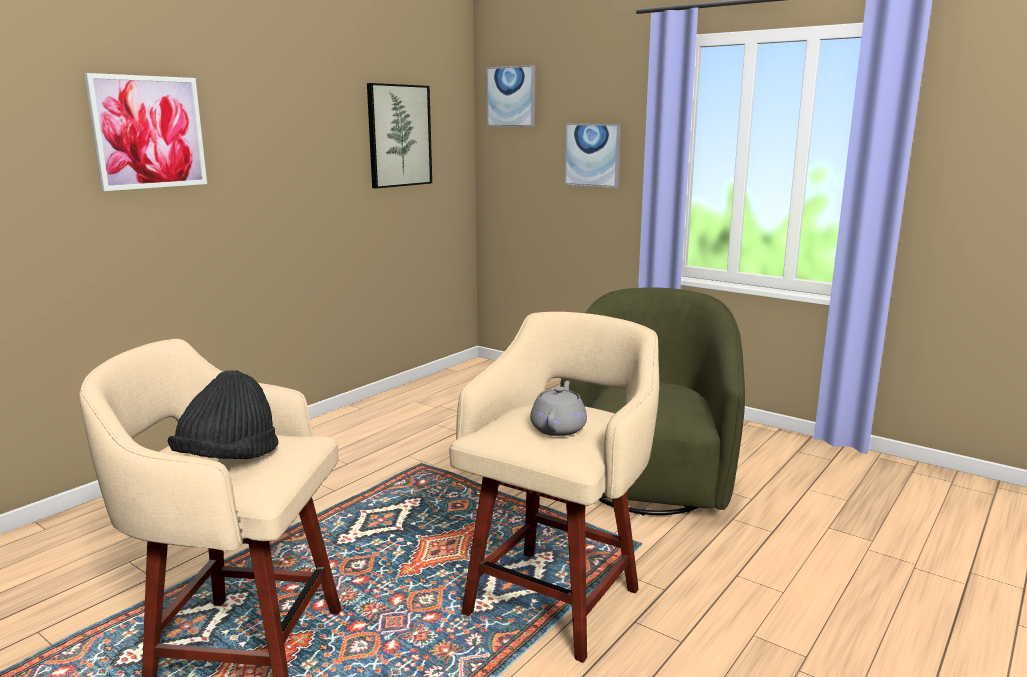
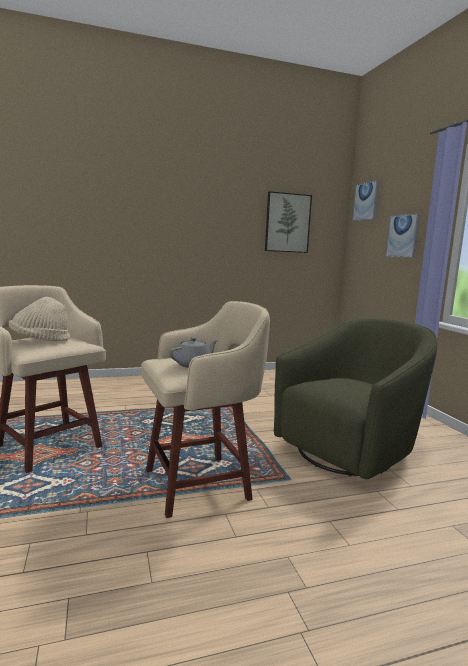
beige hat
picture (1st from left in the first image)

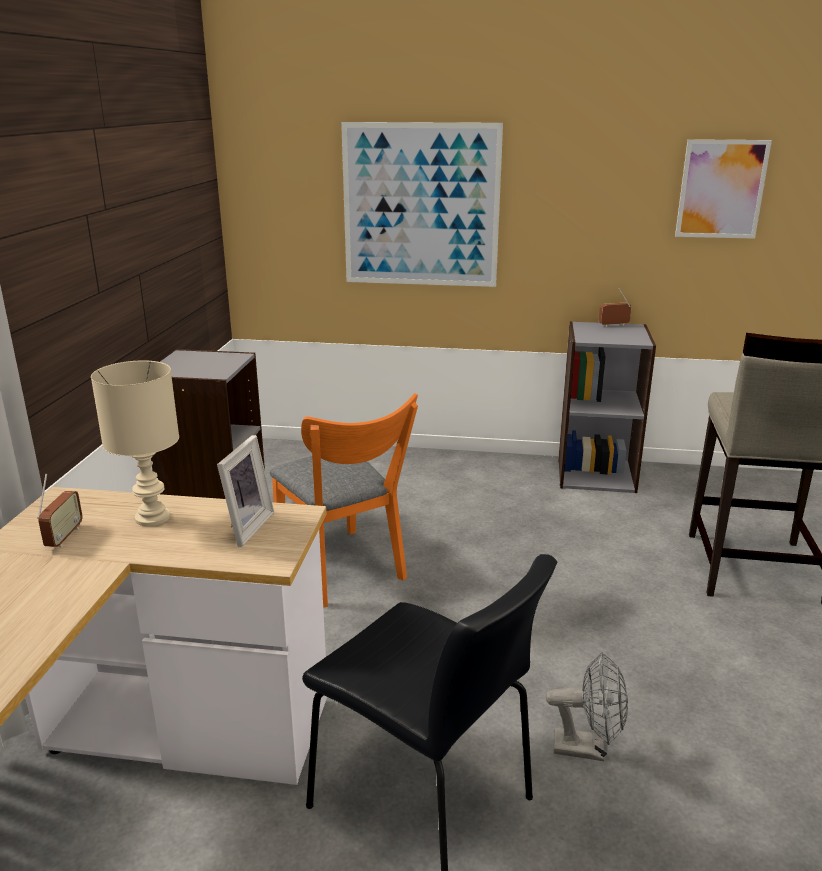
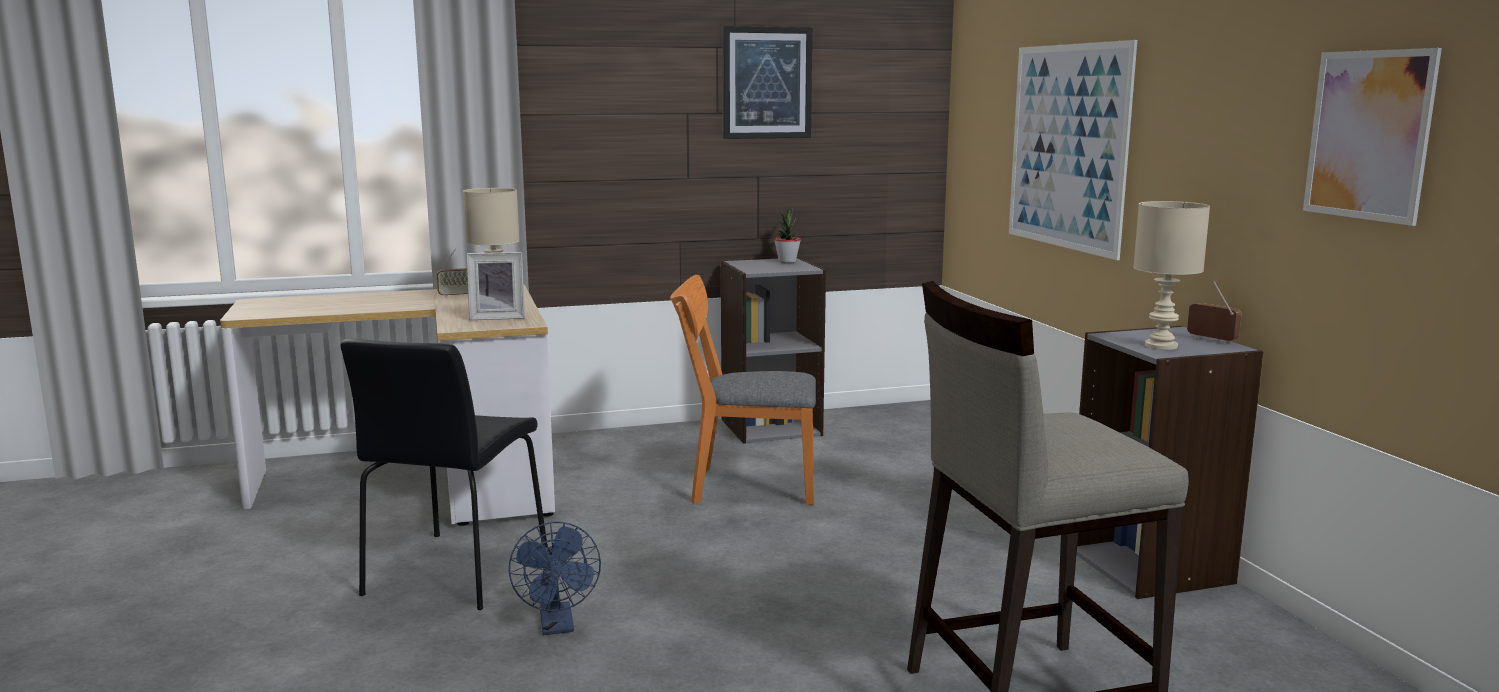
blue fan
orange chair
picture (1st from left)
potted plant
beige table lamp (2nd from left)

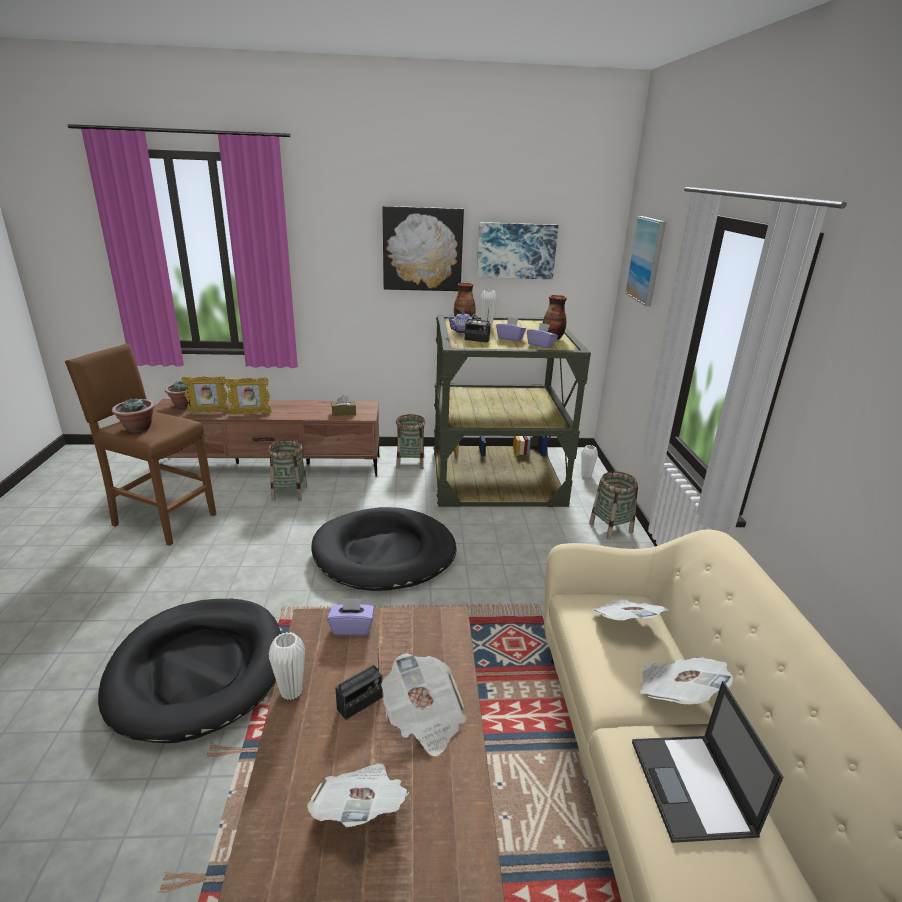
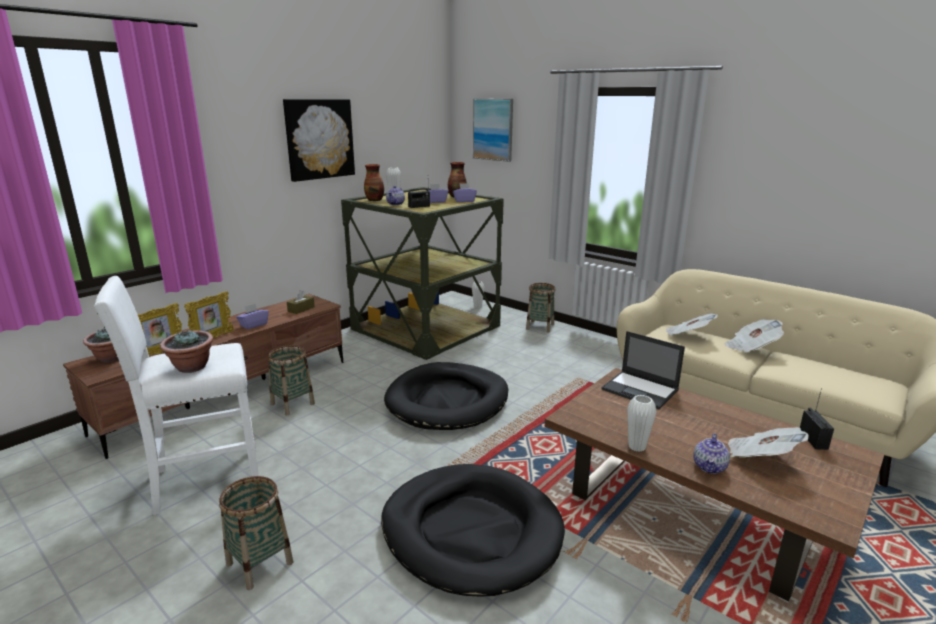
white stool
basket (1st from left)
purple tissue box (1st from left)
laptop
teapot (2nd from left)
radio (2nd from left)
newspaper (2nd from left in the first image)
picture (2nd from left in the first image)

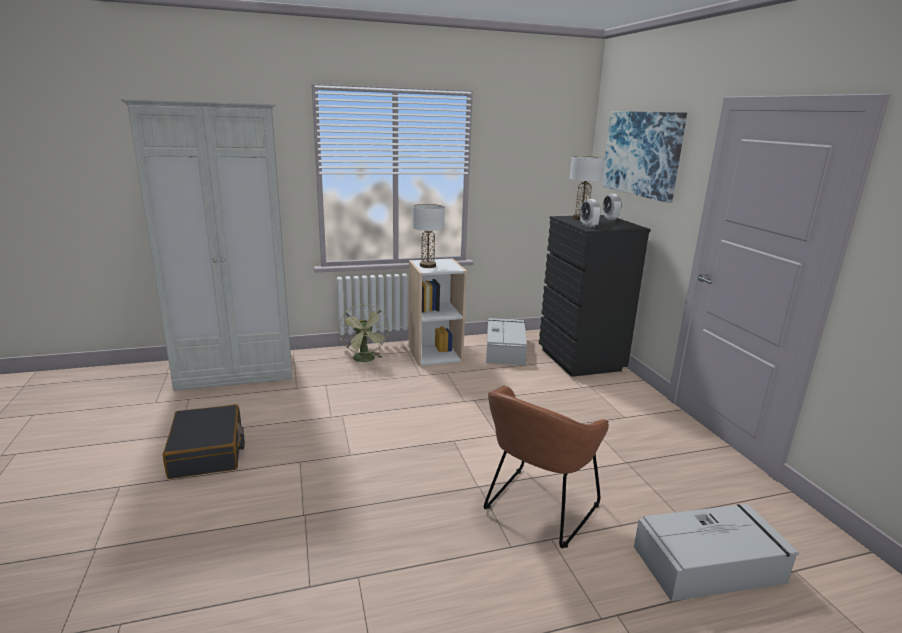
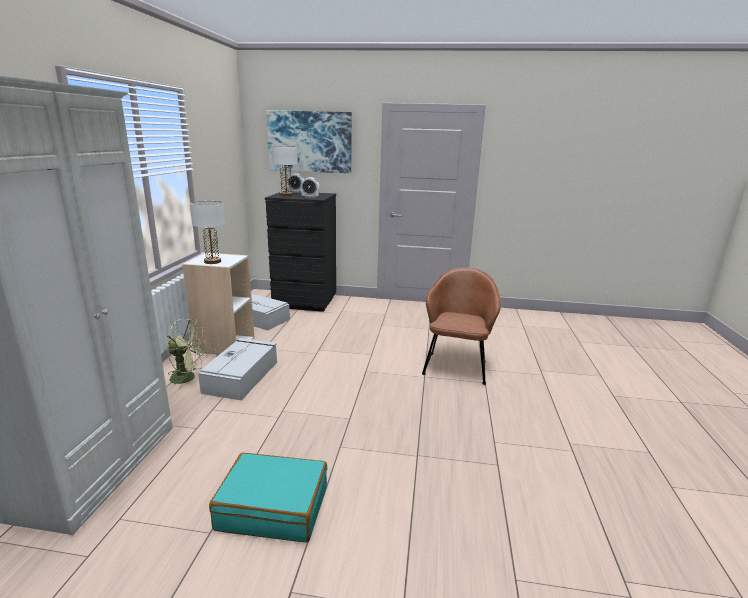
grey storage box (1st from left)
turquoise suitcase
brown armchair

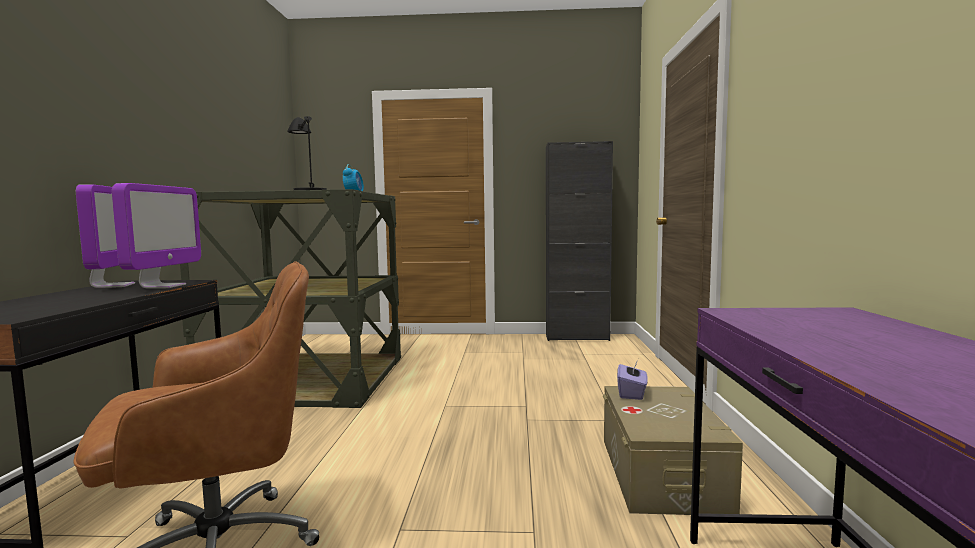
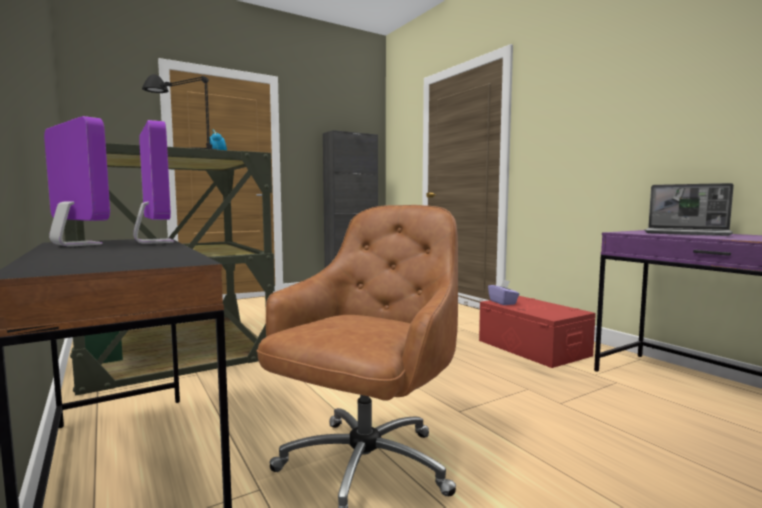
red storage box
laptop

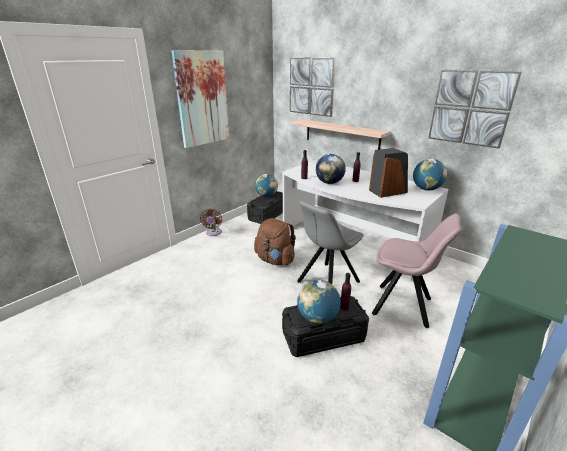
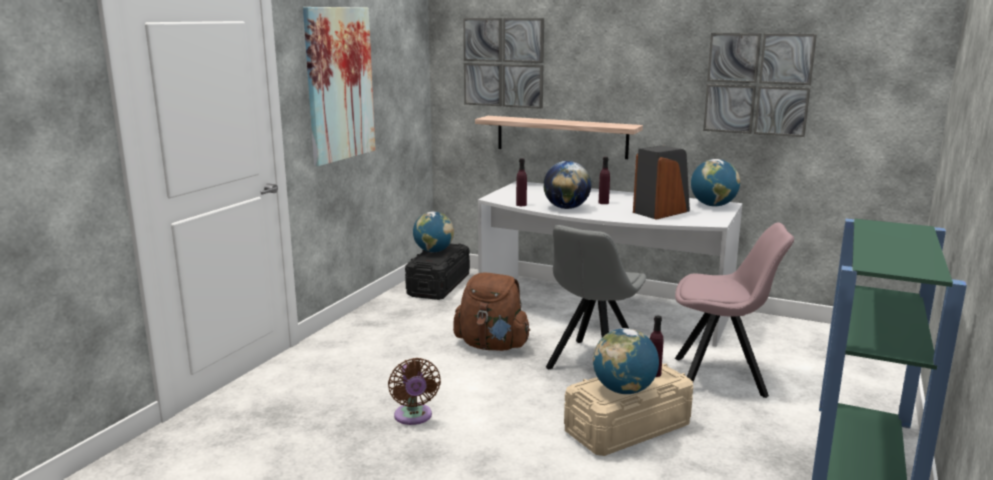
brown fan
beige storage box

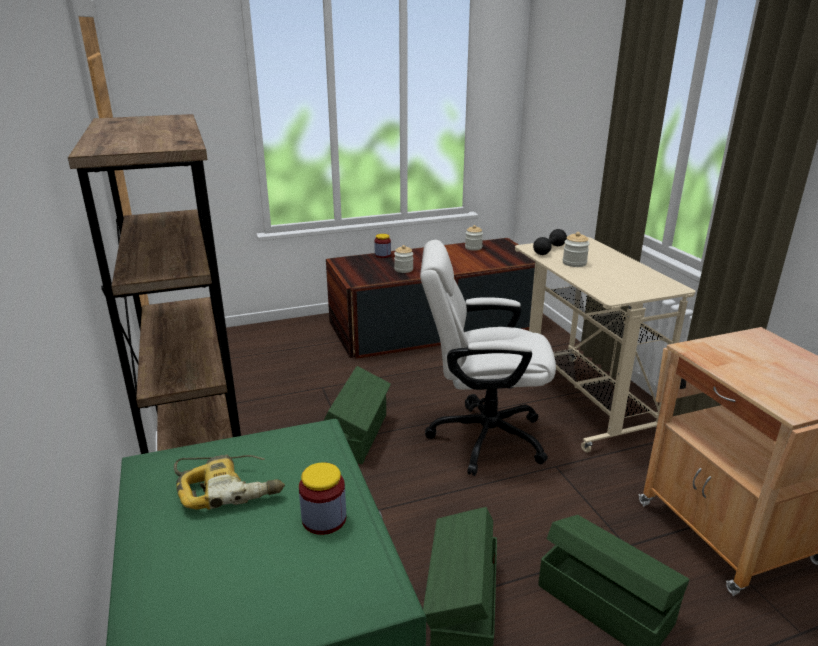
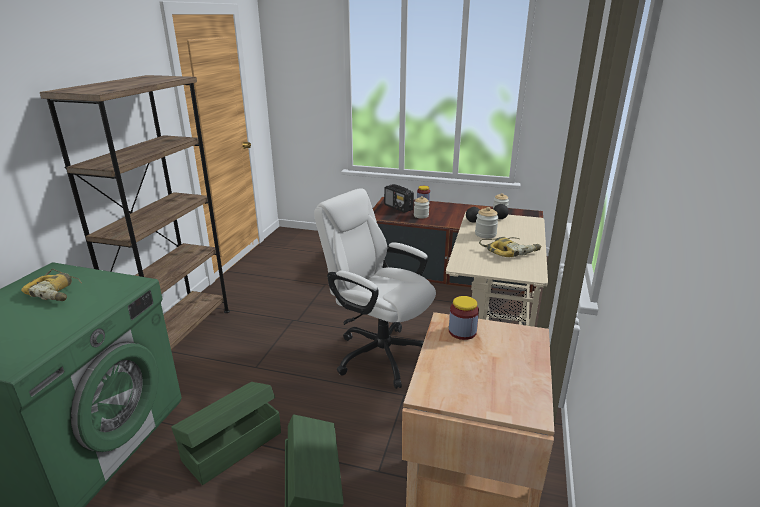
radio
jar (3rd from left)
power drill (2nd from left)
green storage box (1st from left in the first image)

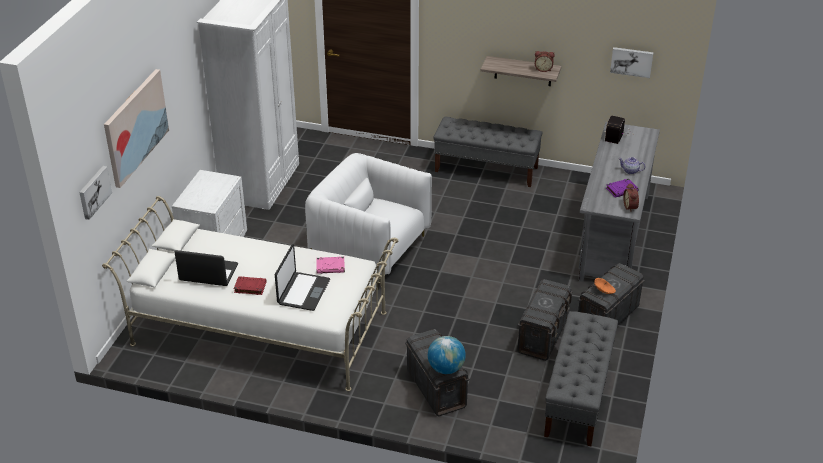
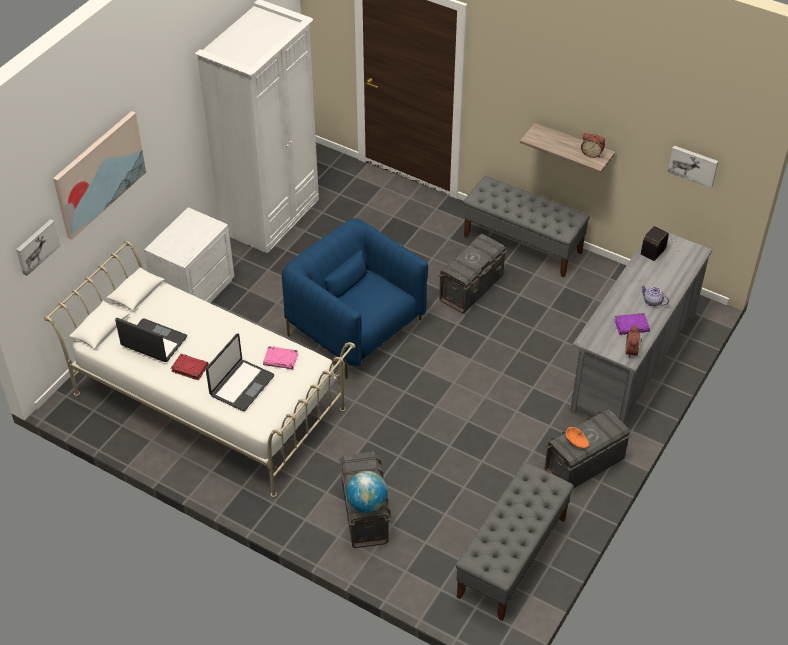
blue armchair
grey storage box (2nd from left)

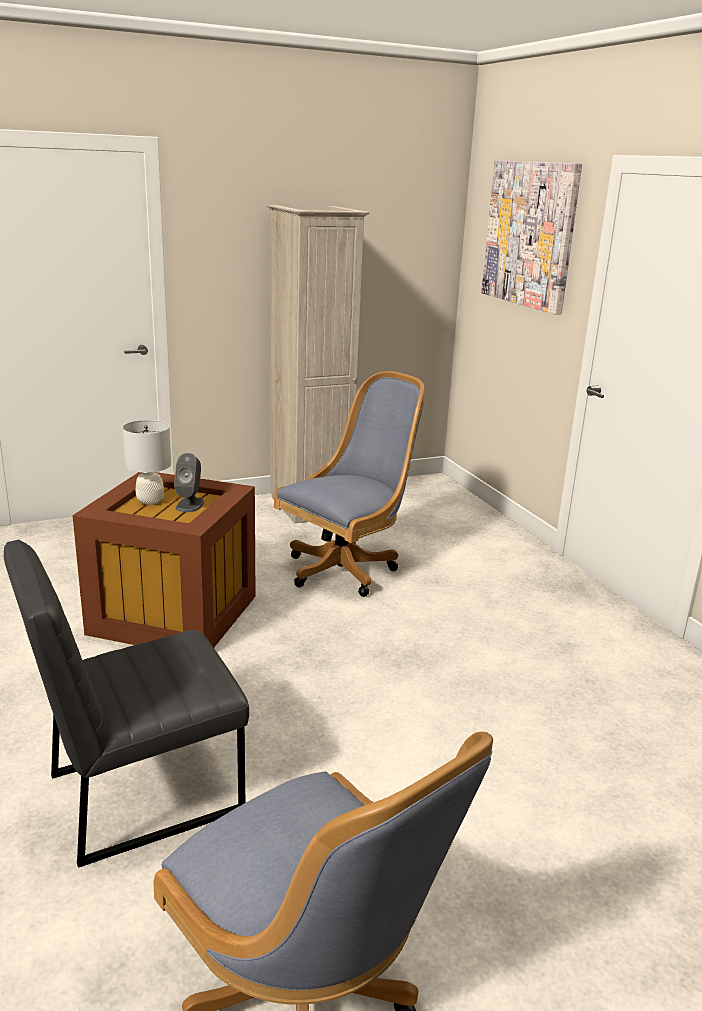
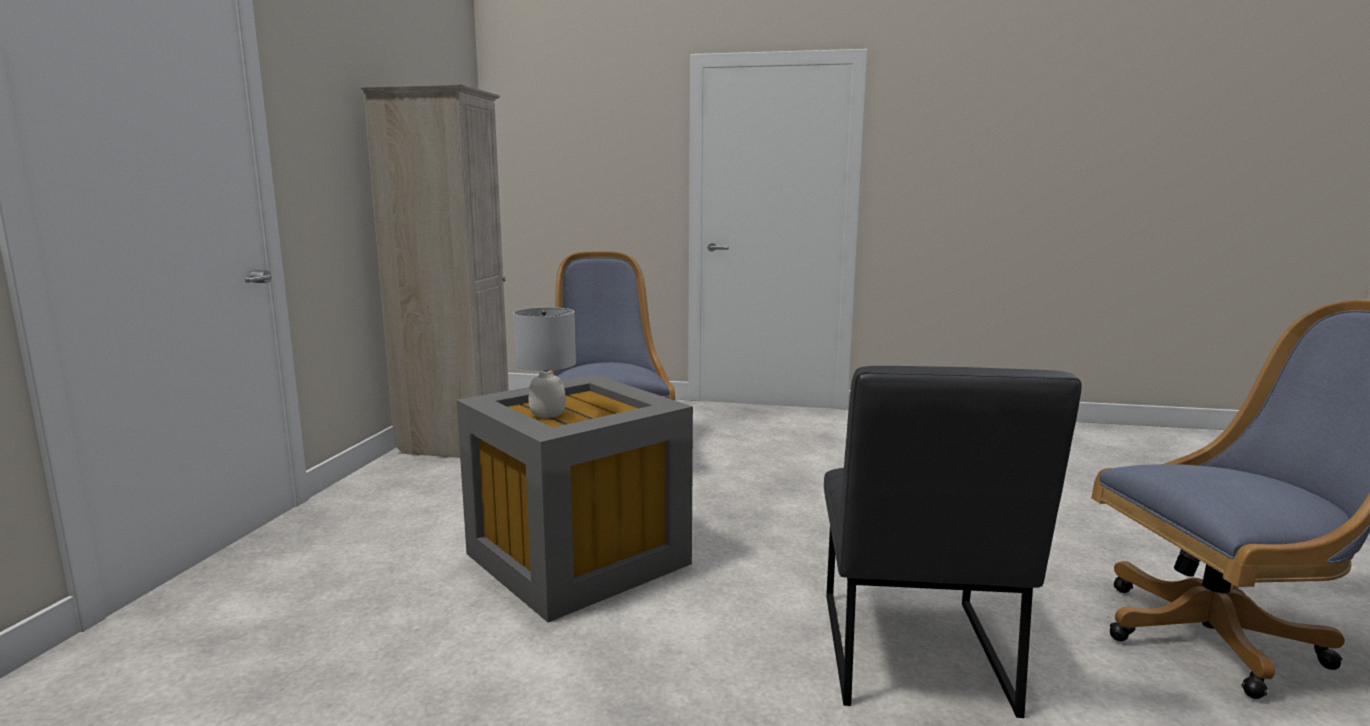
grey storage box
grey speaker
picture

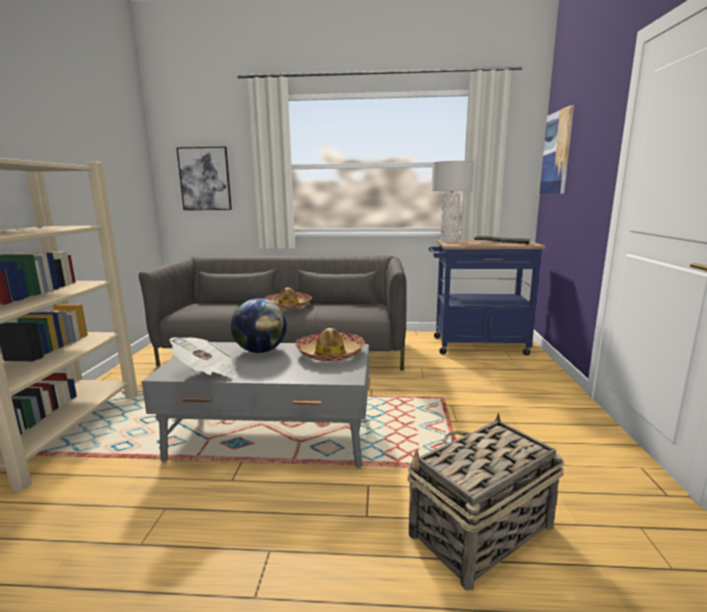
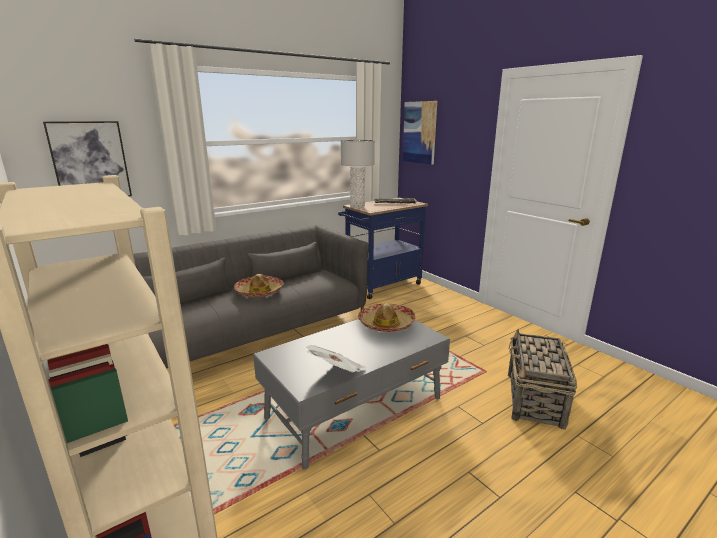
globe

